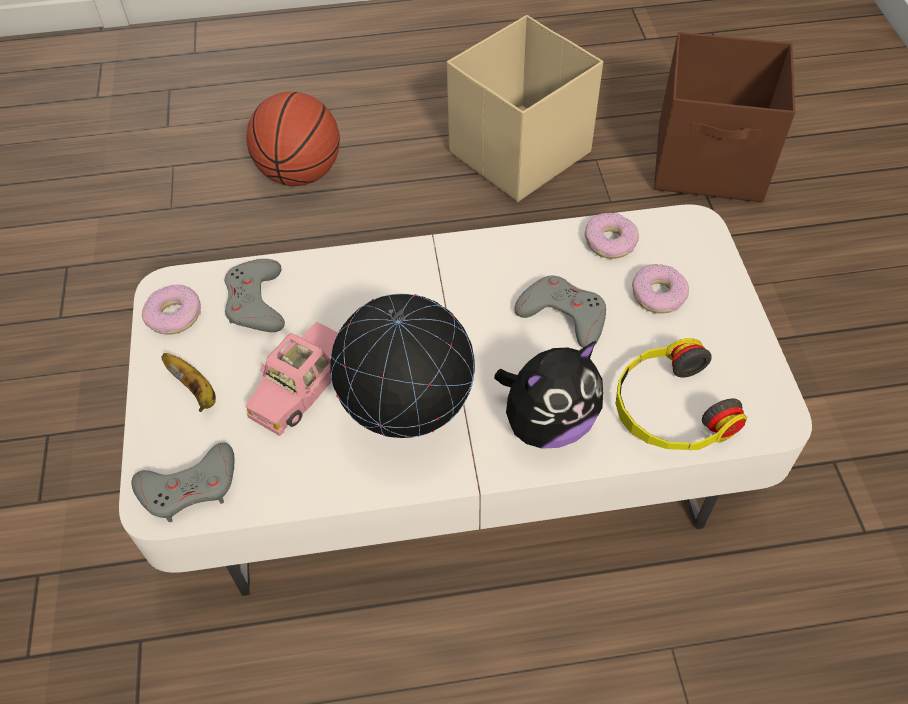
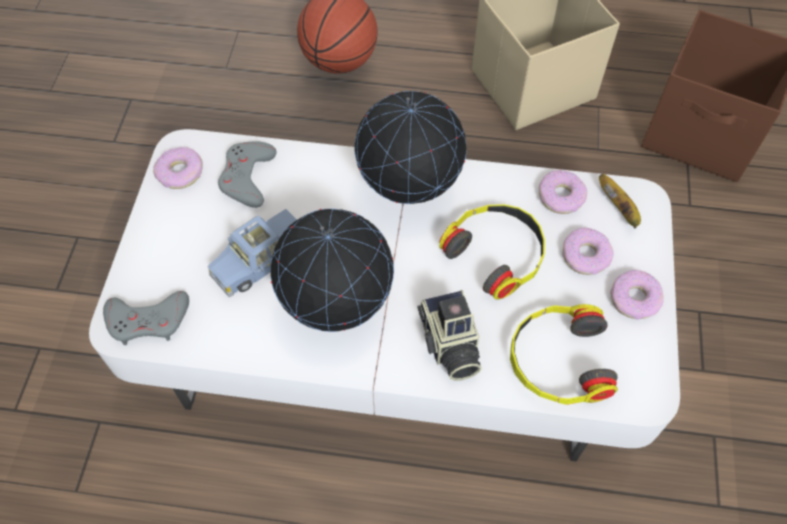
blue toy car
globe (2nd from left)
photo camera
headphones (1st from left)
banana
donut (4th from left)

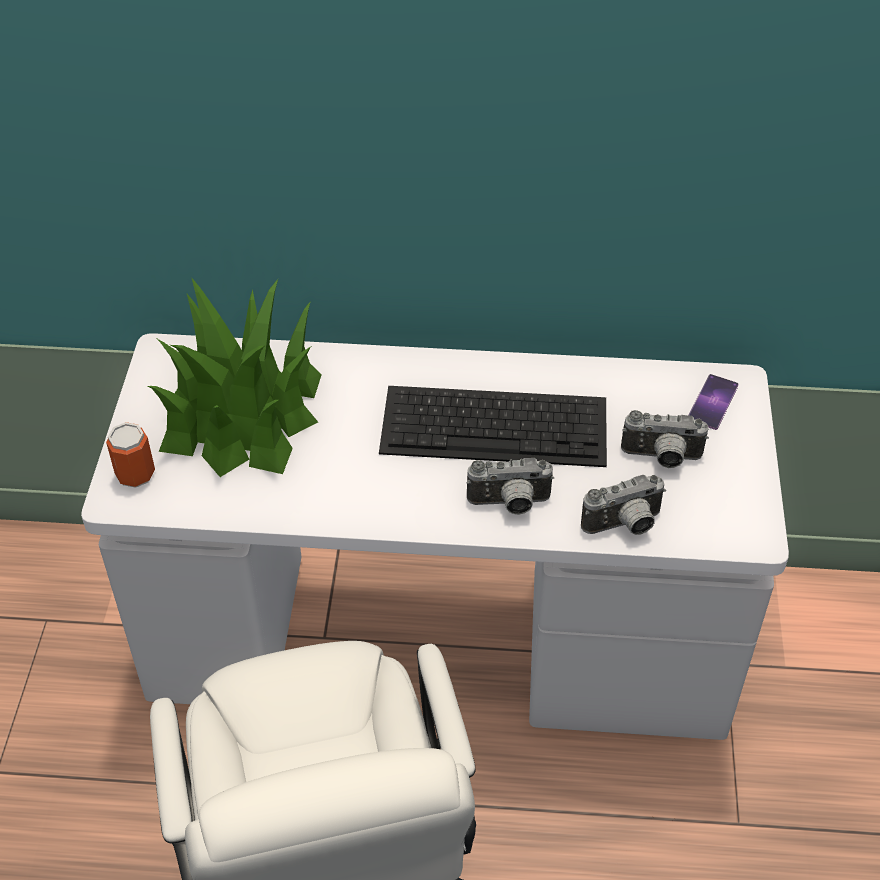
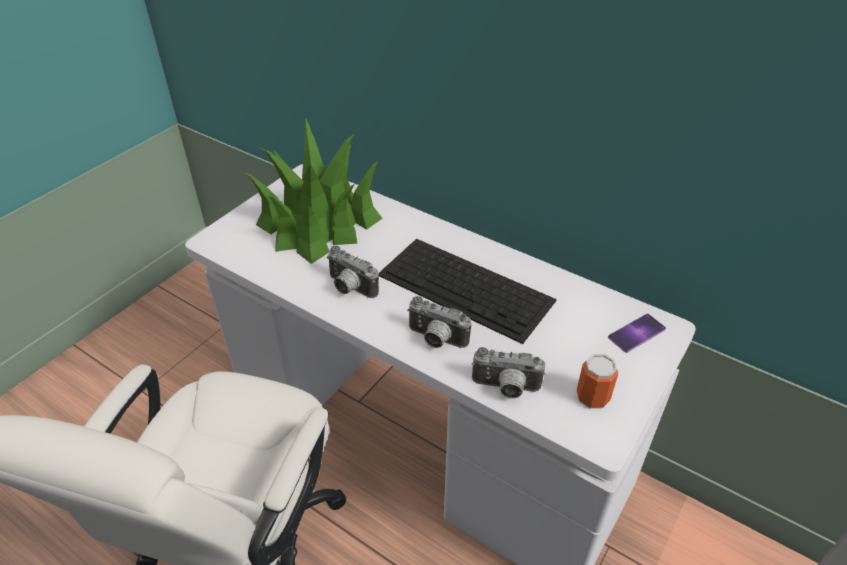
photo camera (1st from left)
can

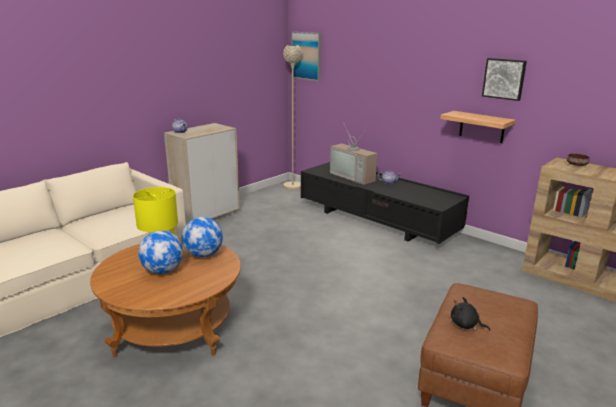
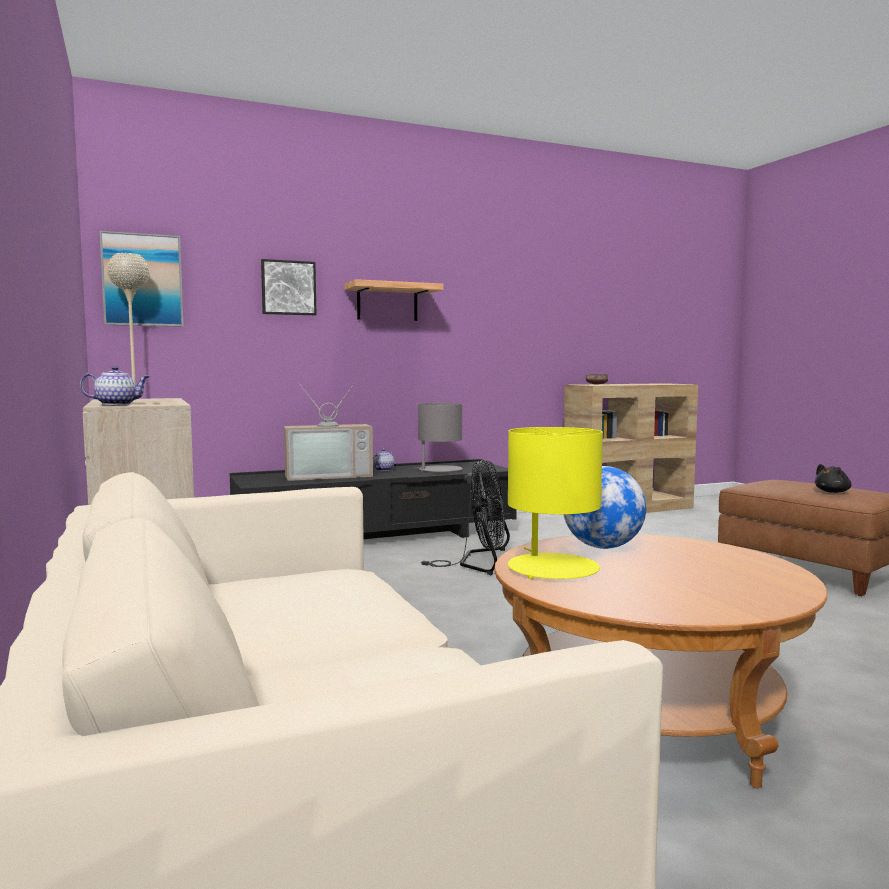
picture (2nd from left)
shelf
grey table lamp
black fan
globe (1st from left in the first image)

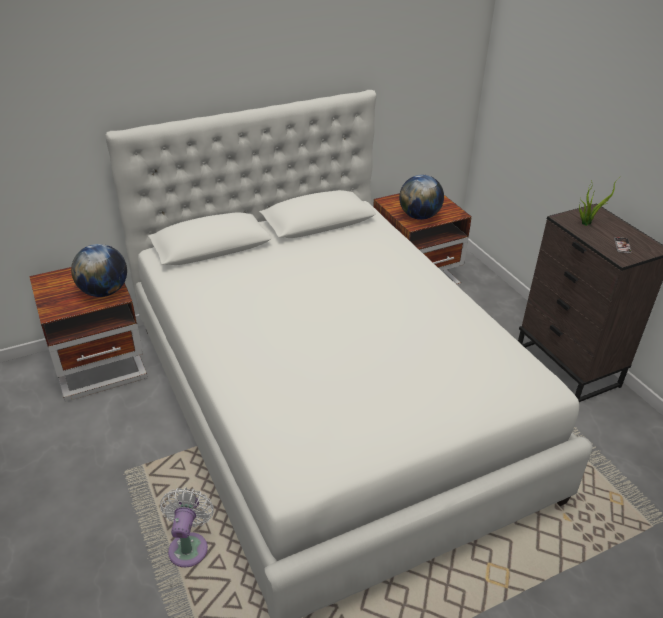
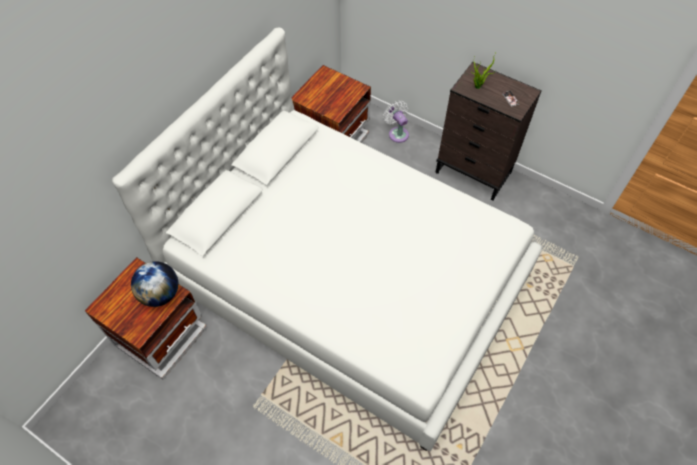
white fan
globe (2nd from left in the first image)

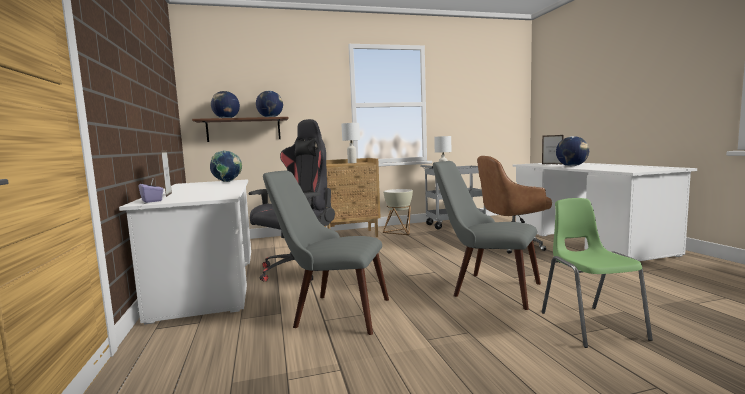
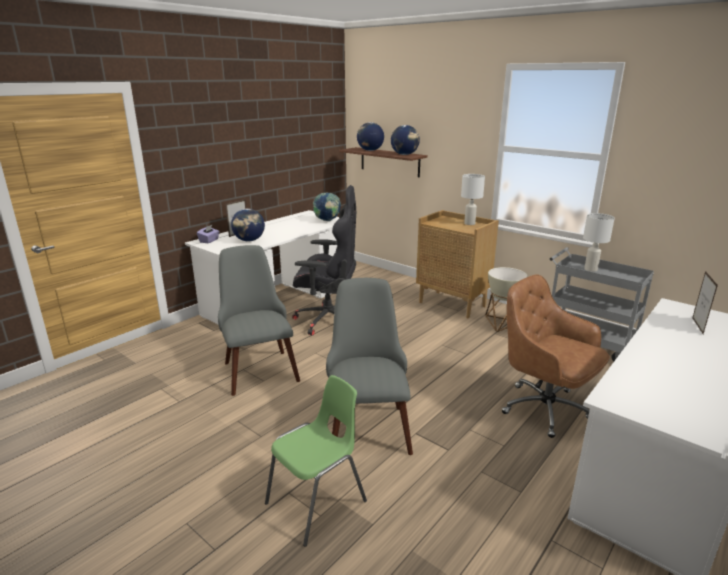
globe (1st from left)

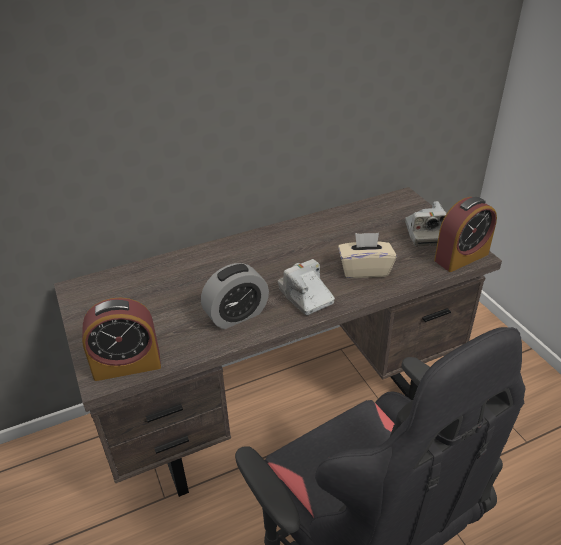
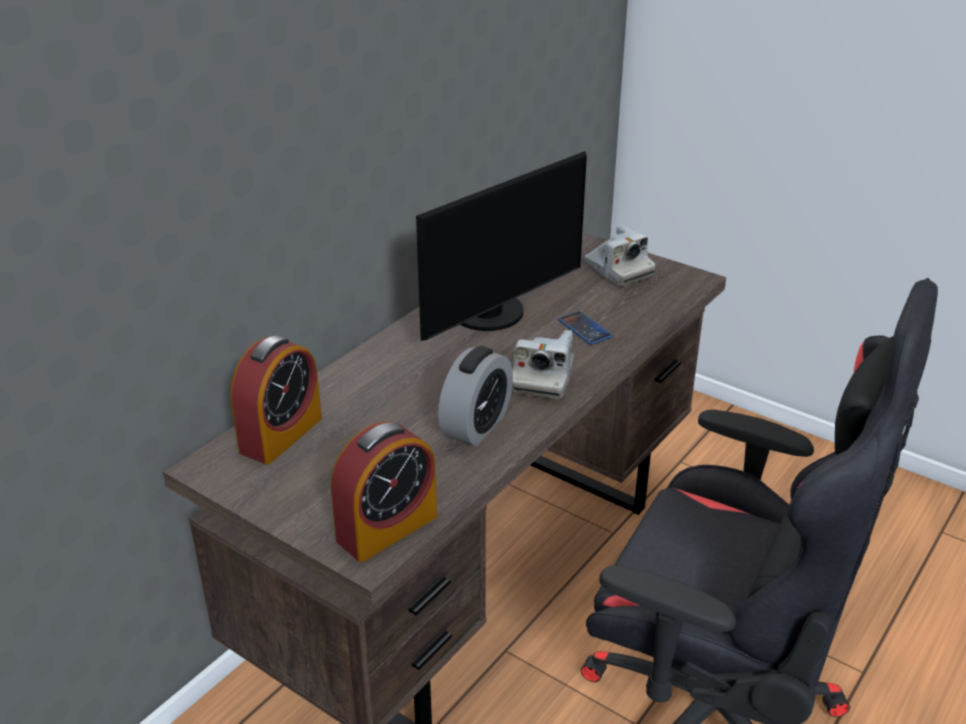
alarm clock (1st from left)
monitor
photo camera (1st from left)
phone

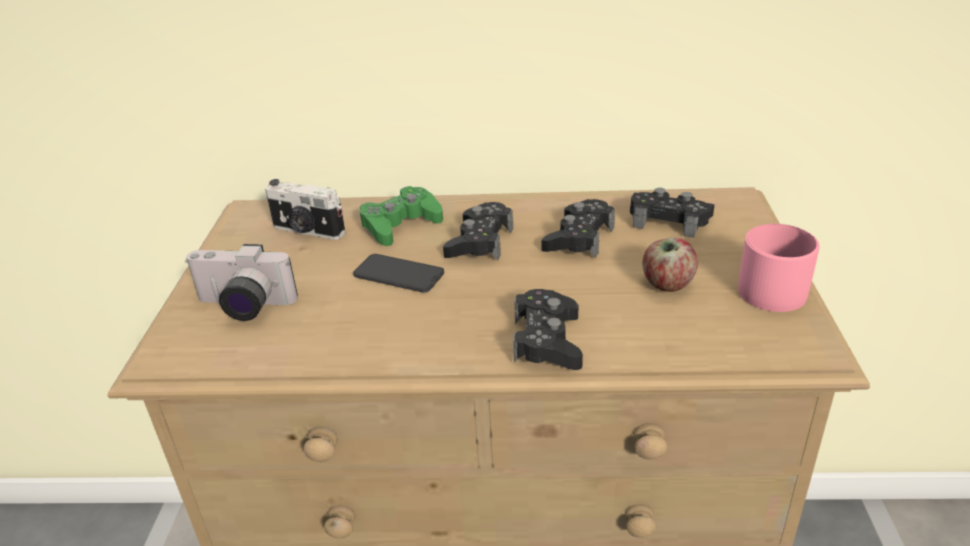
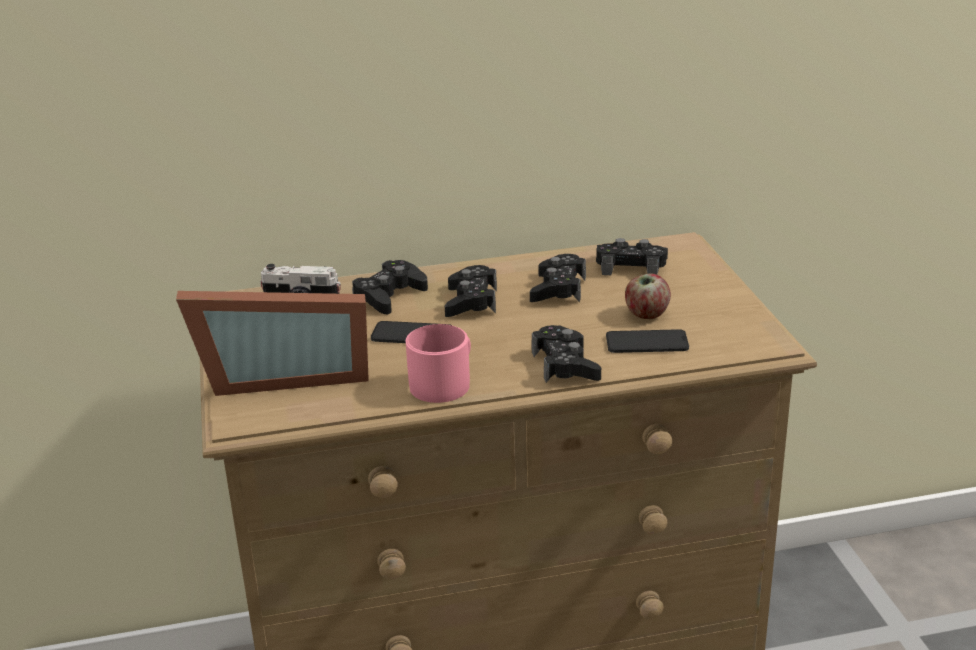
picture frame
black game controller (1st from left)
pink mug
phone (2nd from left)

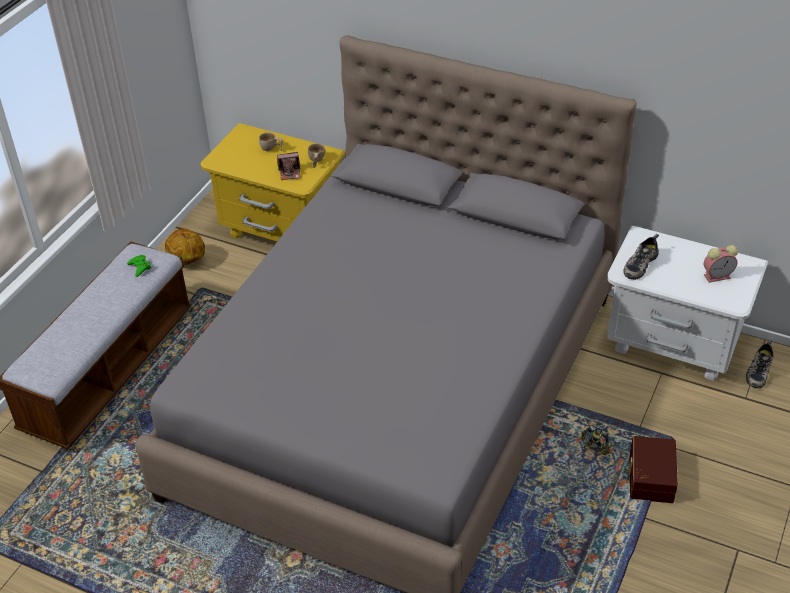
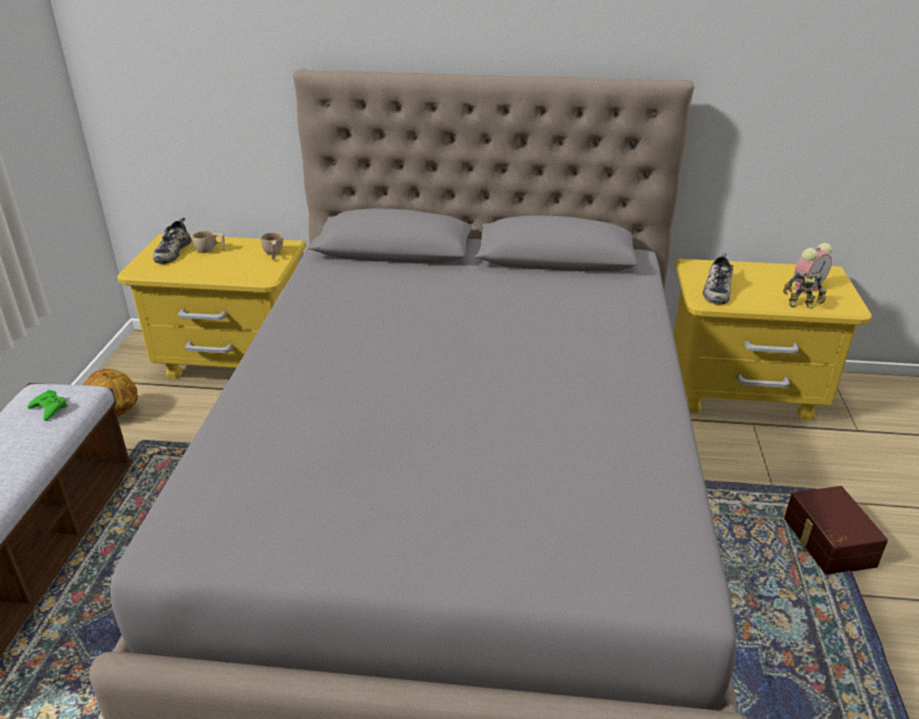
shoe (1st from left)
yellow nightstand (2nd from left)
toy robot
photo camera

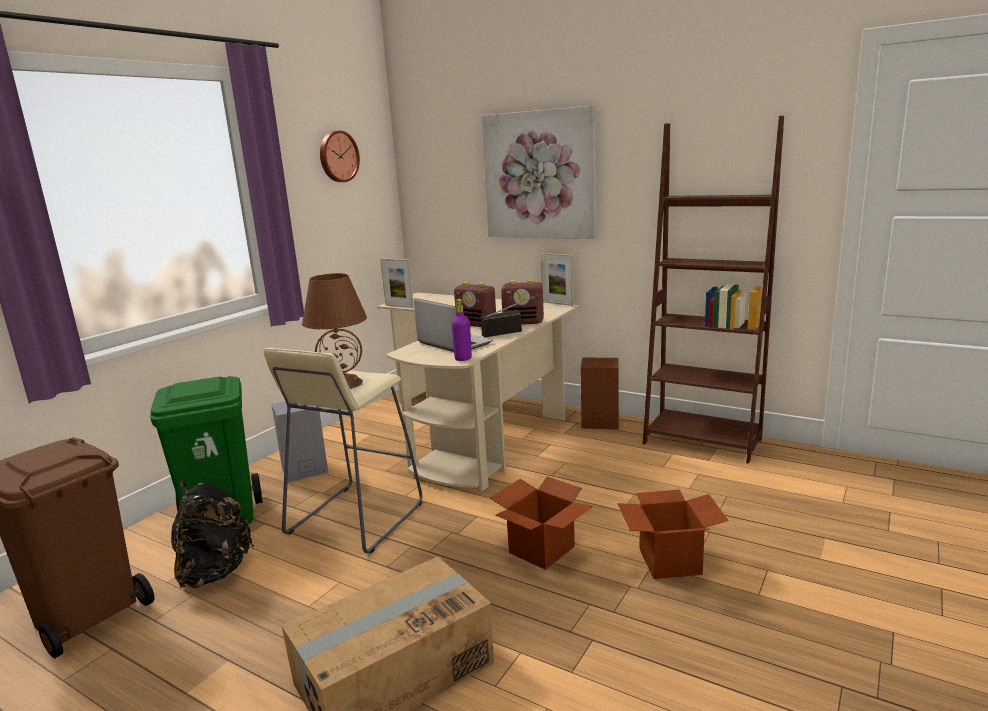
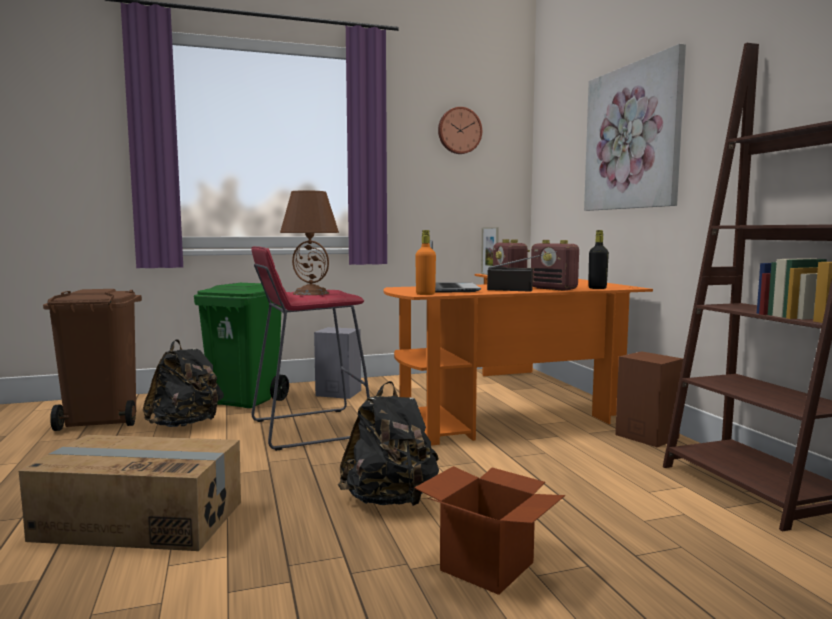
red stool
black backpack (2nd from left)
orange desk
orange bottle
black bottle
picture frame (2nd from left in the first image)

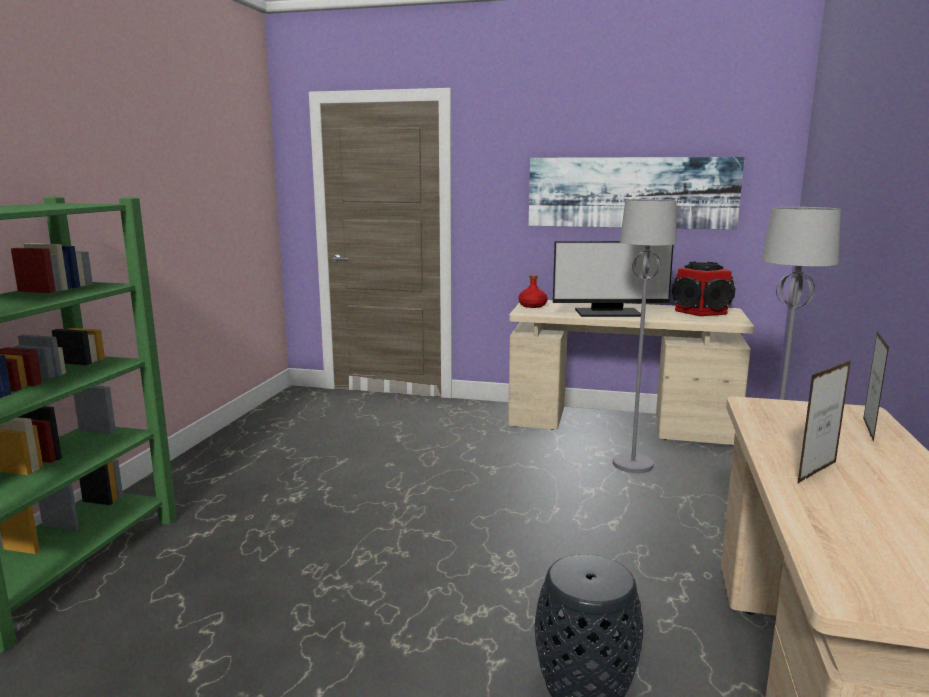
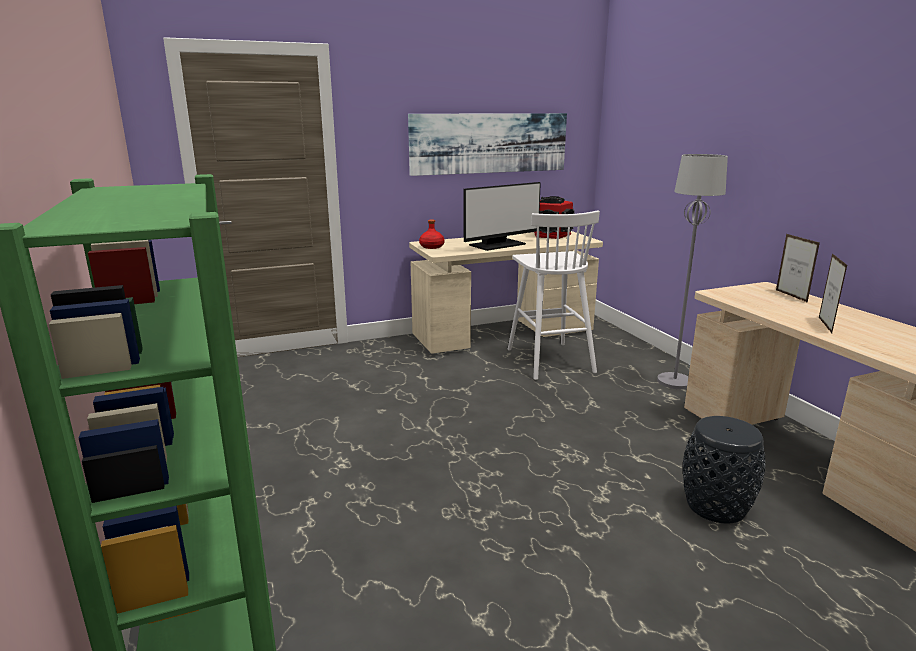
white stool

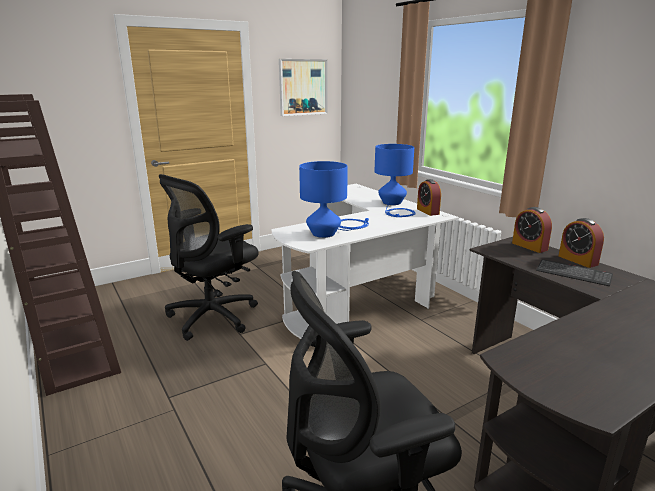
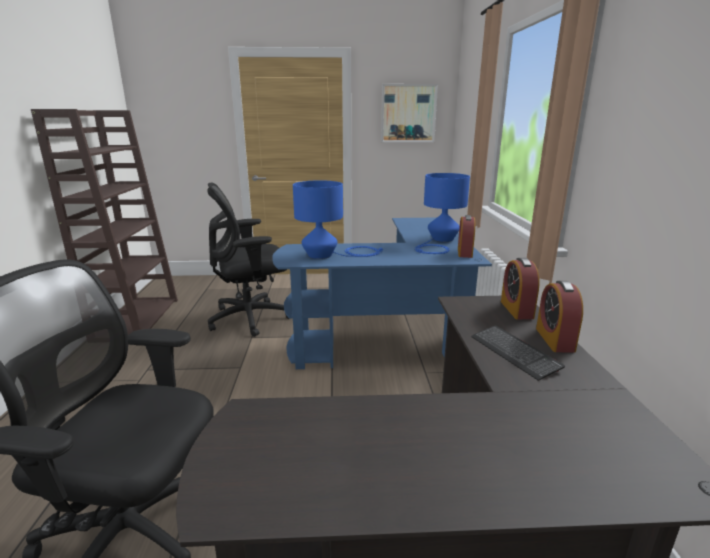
blue desk

